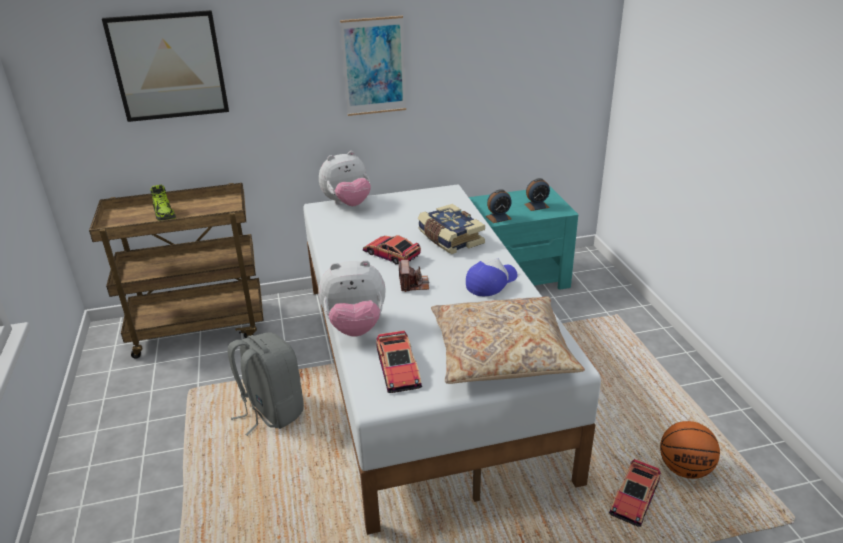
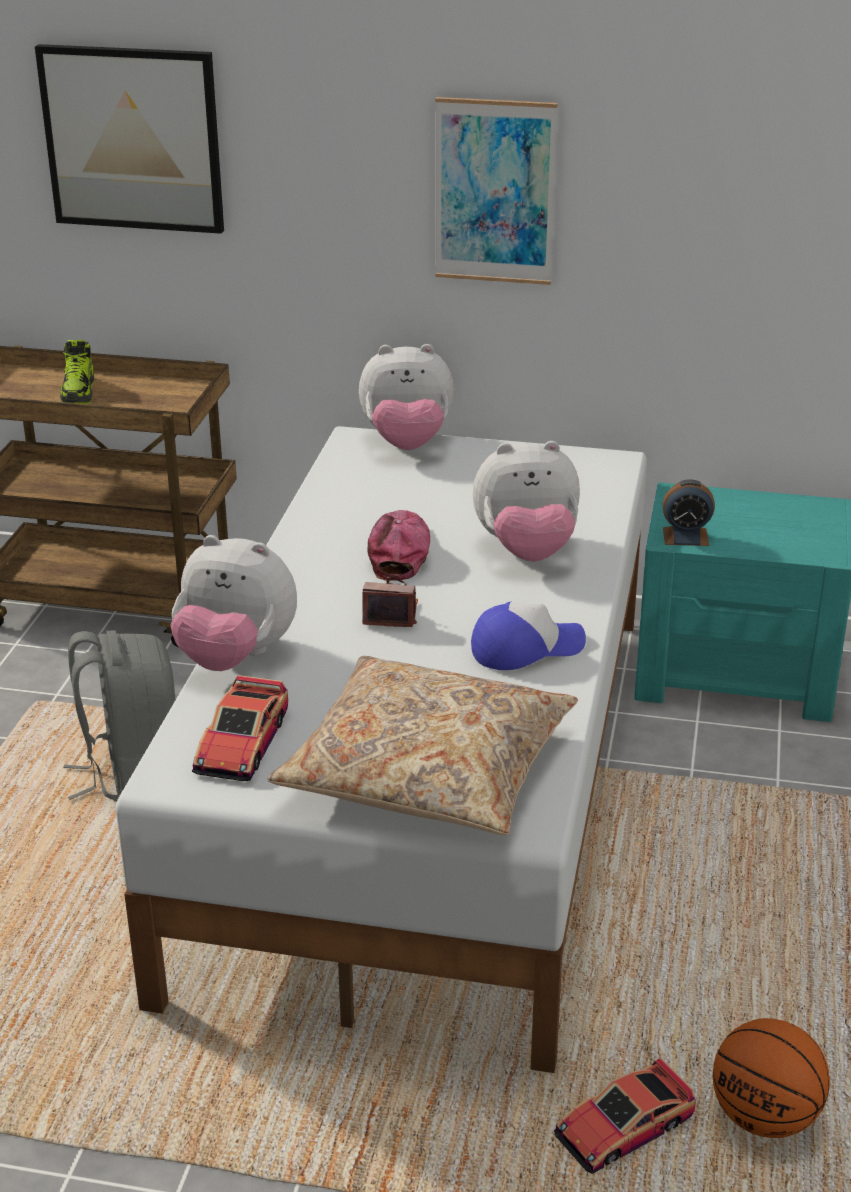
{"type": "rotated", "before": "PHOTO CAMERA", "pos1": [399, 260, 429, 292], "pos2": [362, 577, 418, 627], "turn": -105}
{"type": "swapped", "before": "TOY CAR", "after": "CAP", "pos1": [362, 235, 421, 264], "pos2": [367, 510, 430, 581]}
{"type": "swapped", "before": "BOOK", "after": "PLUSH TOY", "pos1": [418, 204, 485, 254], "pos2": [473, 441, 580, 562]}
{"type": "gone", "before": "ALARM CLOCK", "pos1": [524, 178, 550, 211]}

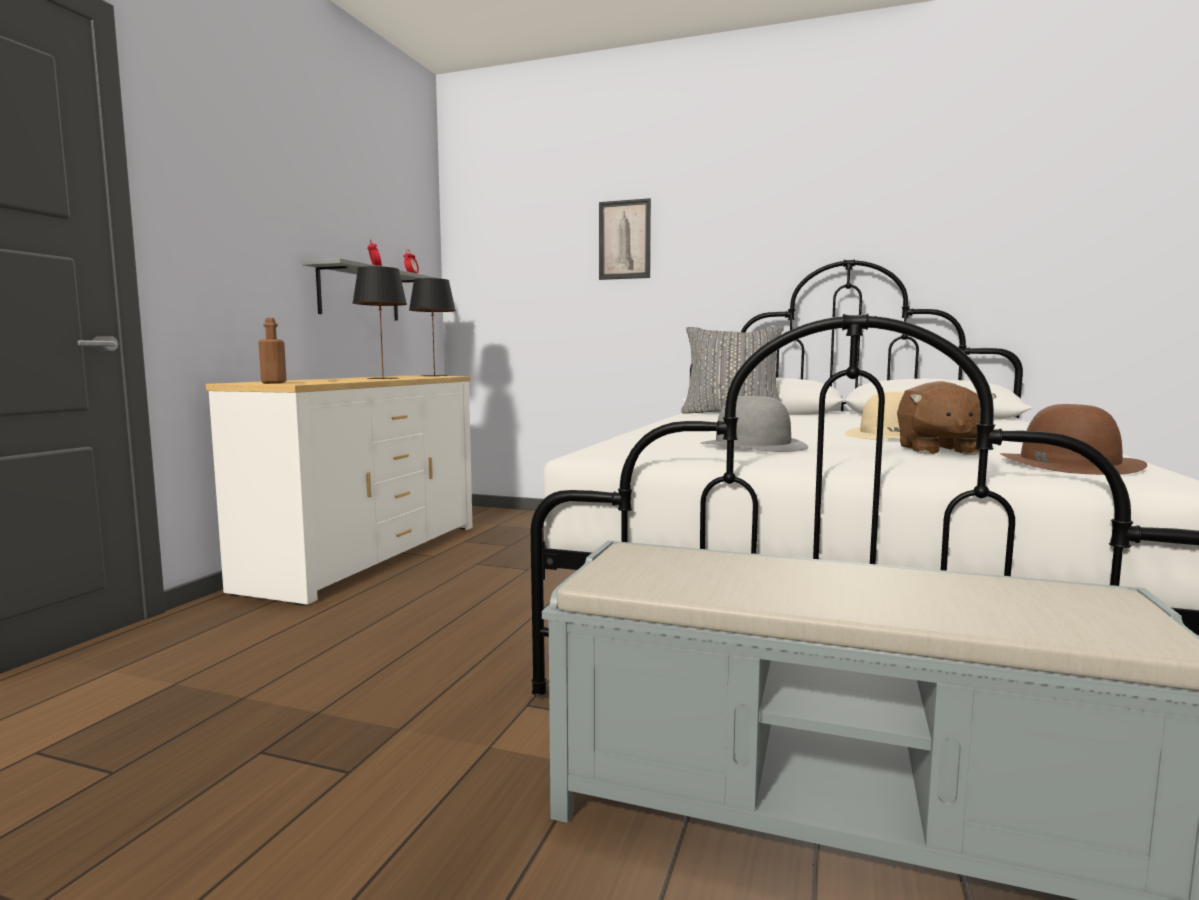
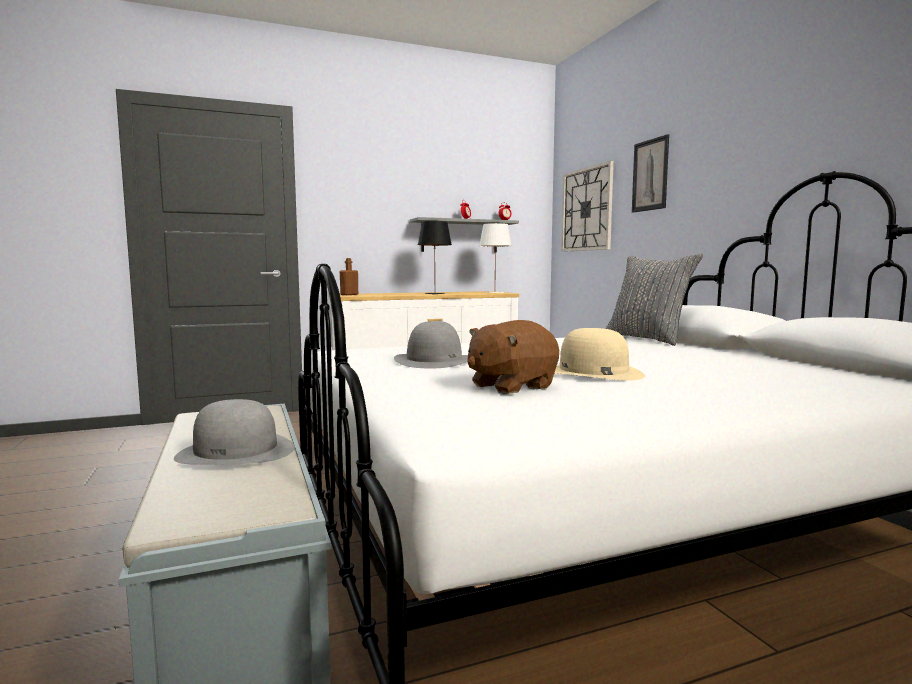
{"type": "new", "after": "GREY HAT", "pos2": [174, 399, 295, 465]}
{"type": "repainted", "before": "BLACK TABLE LAMP", "after": "WHITE TABLE LAMP", "pos1": [409, 278, 456, 377], "pos2": [479, 223, 512, 293]}
{"type": "new", "after": "WALL CLOCK", "pos2": [561, 161, 614, 252]}
{"type": "gone", "before": "BROWN HAT", "pos1": [1000, 404, 1147, 475]}

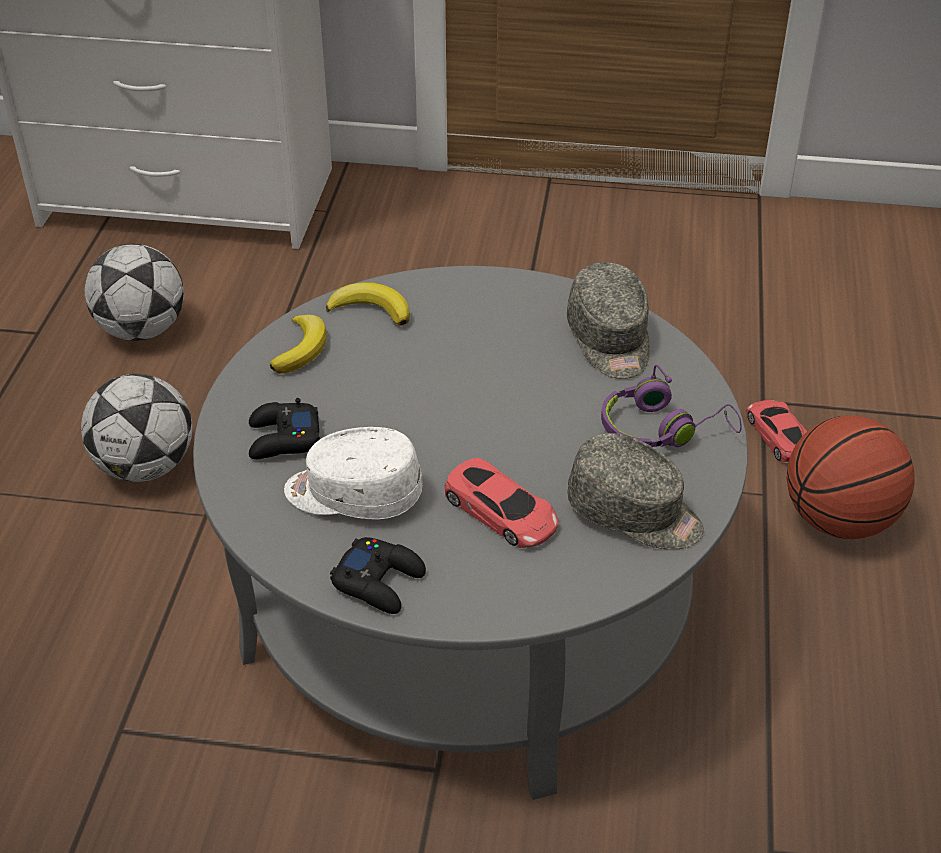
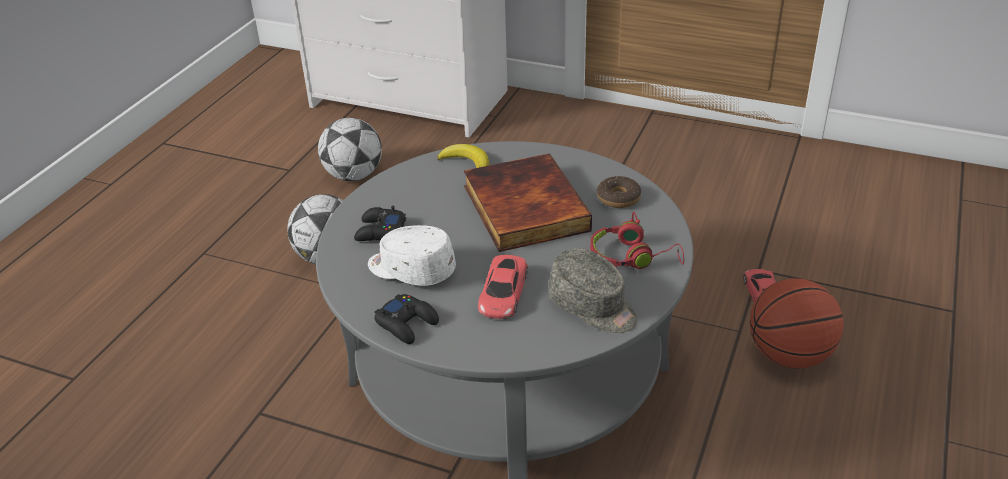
{"type": "new", "after": "BOOK", "pos2": [464, 153, 592, 252]}
{"type": "rotated", "before": "RED TOY CAR", "pos1": [445, 458, 559, 548], "pos2": [478, 255, 528, 319], "turn": 45}
{"type": "repainted", "before": "PURPLE HEADPHONES", "after": "RED HEADPHONES", "pos1": [601, 365, 742, 447], "pos2": [590, 212, 684, 269]}
{"type": "swapped", "before": "GREY CAP", "after": "DONUT", "pos1": [567, 262, 650, 379], "pos2": [597, 176, 641, 208]}
{"type": "gone", "before": "BANANA", "pos1": [270, 315, 327, 374]}

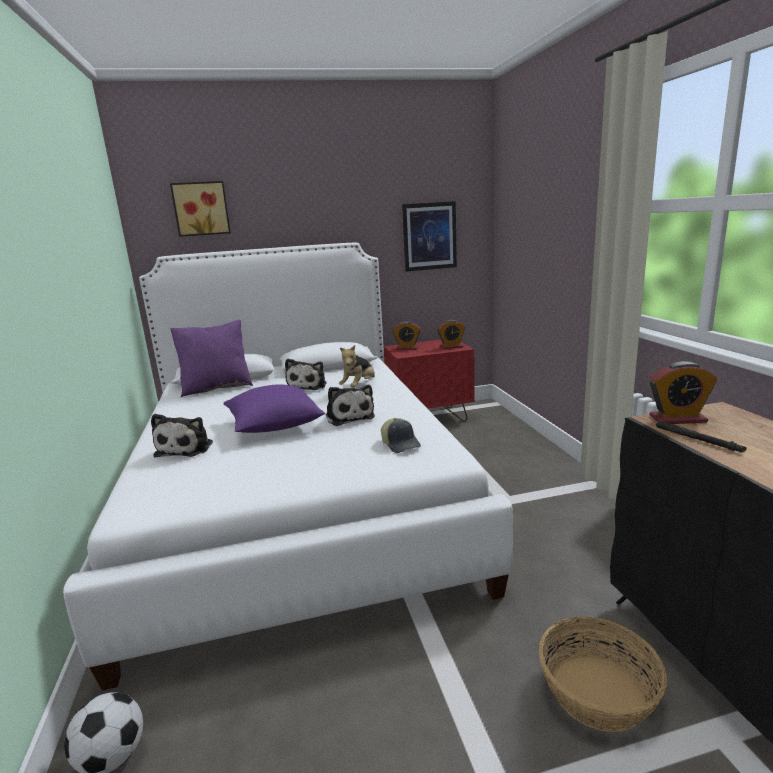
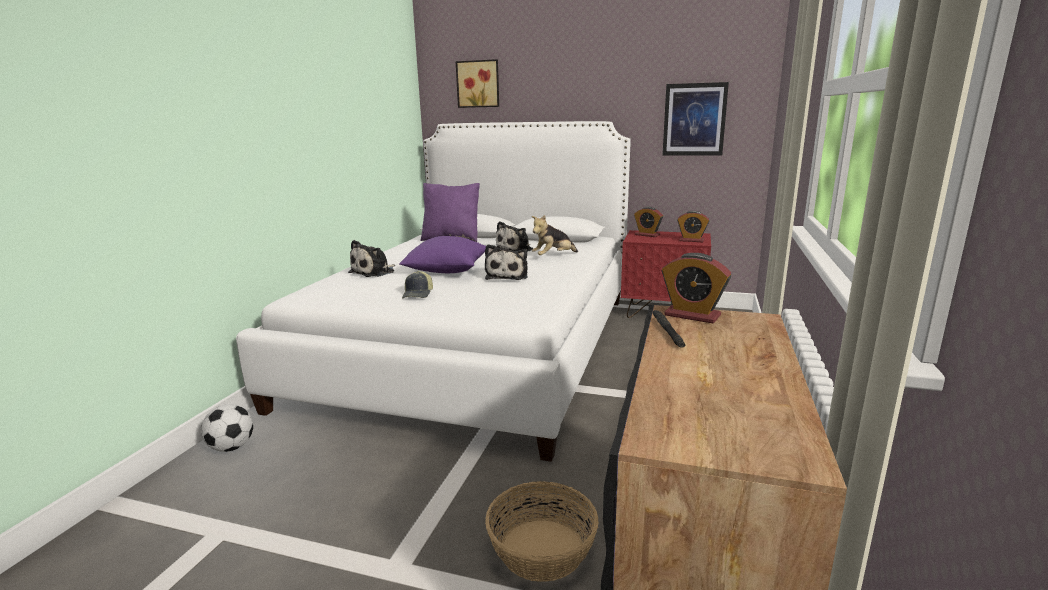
{"type": "shifted", "before": "CAP", "pos1": [381, 418, 421, 453], "pos2": [402, 271, 433, 298]}

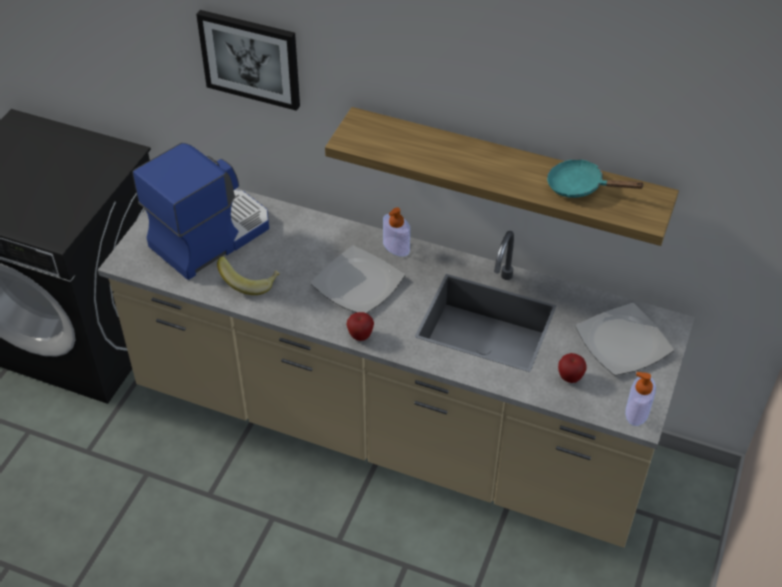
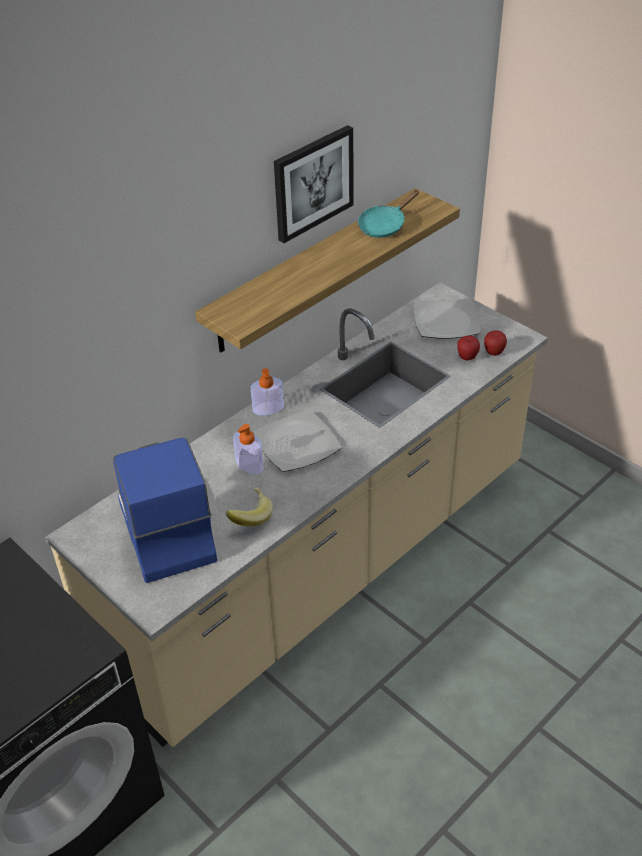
{"type": "shifted", "before": "SOAP DISPENSER", "pos1": [625, 372, 656, 426], "pos2": [233, 424, 263, 474]}
{"type": "shifted", "before": "PICTURE", "pos1": [196, 10, 300, 111], "pos2": [274, 125, 354, 243]}
{"type": "shifted", "before": "APPLE", "pos1": [347, 312, 374, 341], "pos2": [484, 330, 507, 356]}

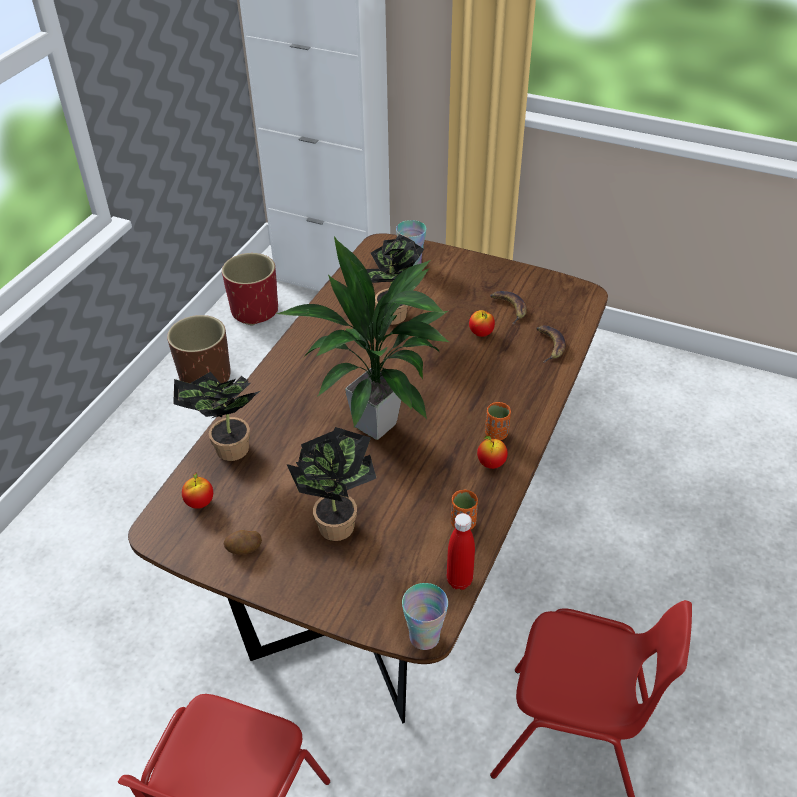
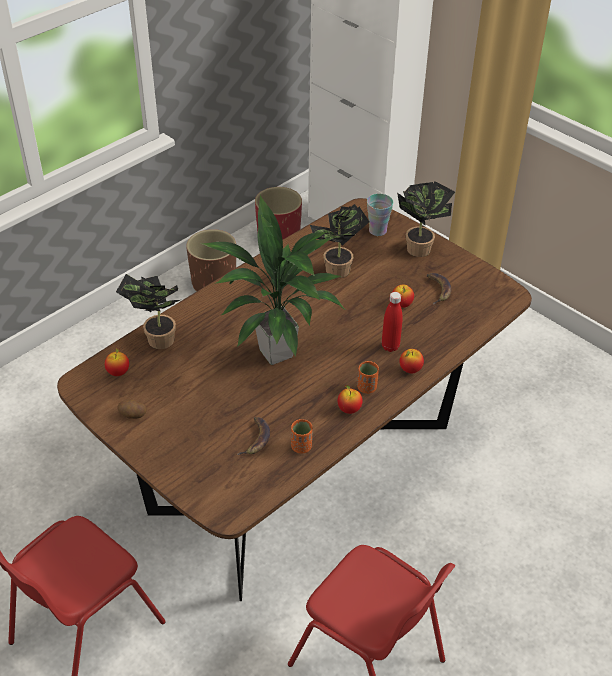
{"type": "shifted", "before": "BANANA", "pos1": [536, 326, 566, 363], "pos2": [237, 417, 270, 455]}
{"type": "shifted", "before": "RED BOTTLE", "pos1": [447, 513, 475, 590], "pos2": [382, 292, 403, 352]}
{"type": "shifted", "before": "POTTED PLANT", "pos1": [287, 427, 376, 541], "pos2": [397, 181, 455, 257]}
{"type": "new", "after": "APPLE", "pos2": [399, 349, 424, 374]}
{"type": "gone", "before": "CUP", "pos1": [402, 583, 448, 650]}

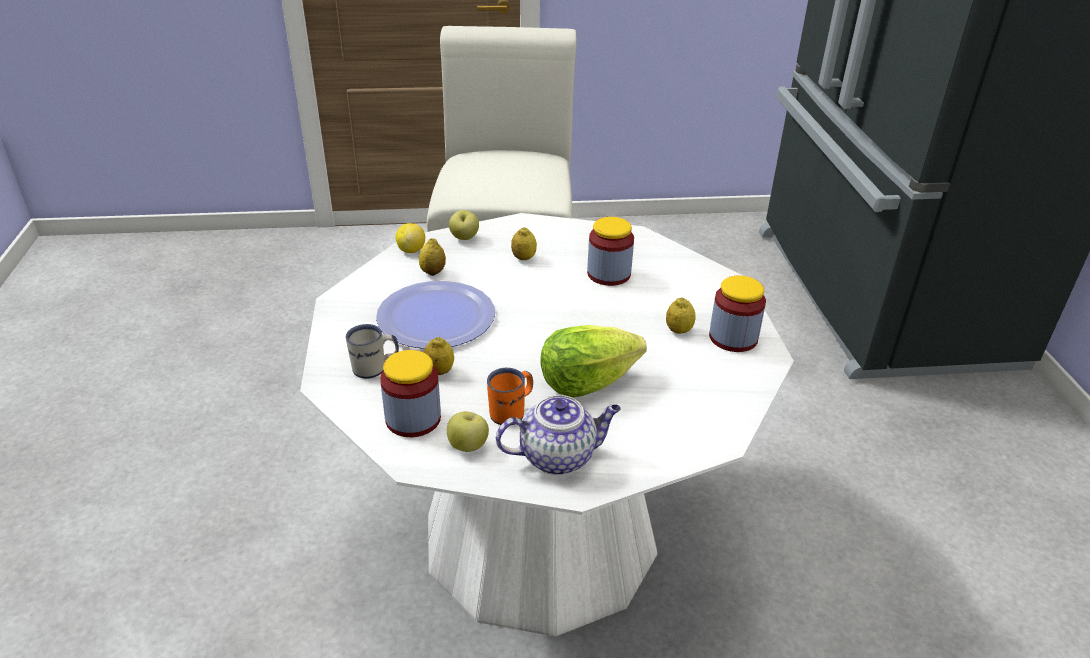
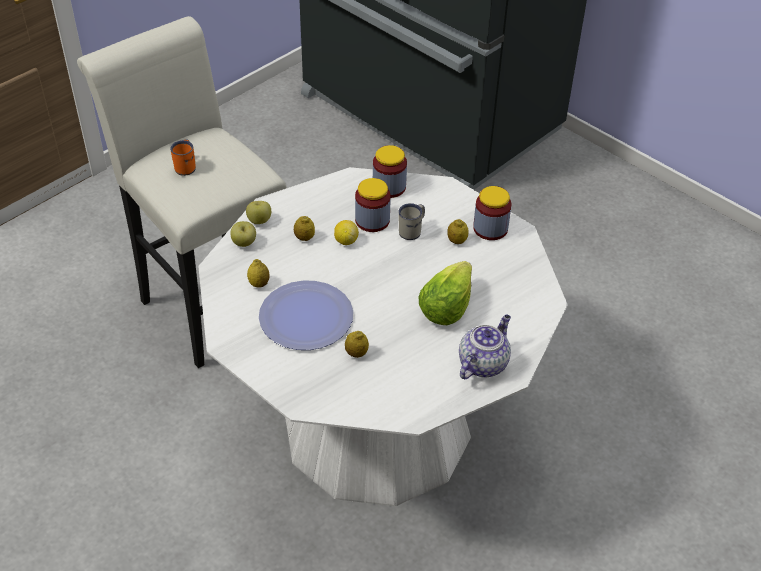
{"type": "shifted", "before": "ORANGE MUG", "pos1": [487, 368, 533, 425], "pos2": [170, 140, 196, 176]}
{"type": "shifted", "before": "APPLE", "pos1": [447, 411, 489, 452], "pos2": [246, 201, 271, 224]}
{"type": "shifted", "before": "LEMON", "pos1": [395, 223, 425, 253], "pos2": [334, 220, 359, 245]}
{"type": "shifted", "before": "JAR", "pos1": [380, 350, 441, 437], "pos2": [373, 145, 407, 198]}
{"type": "shifted", "before": "WHITE MUG", "pos1": [346, 324, 399, 379], "pos2": [398, 203, 425, 240]}

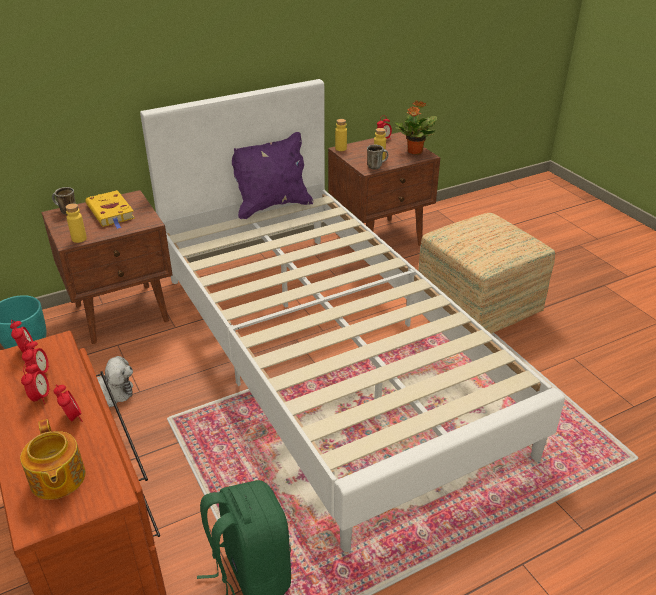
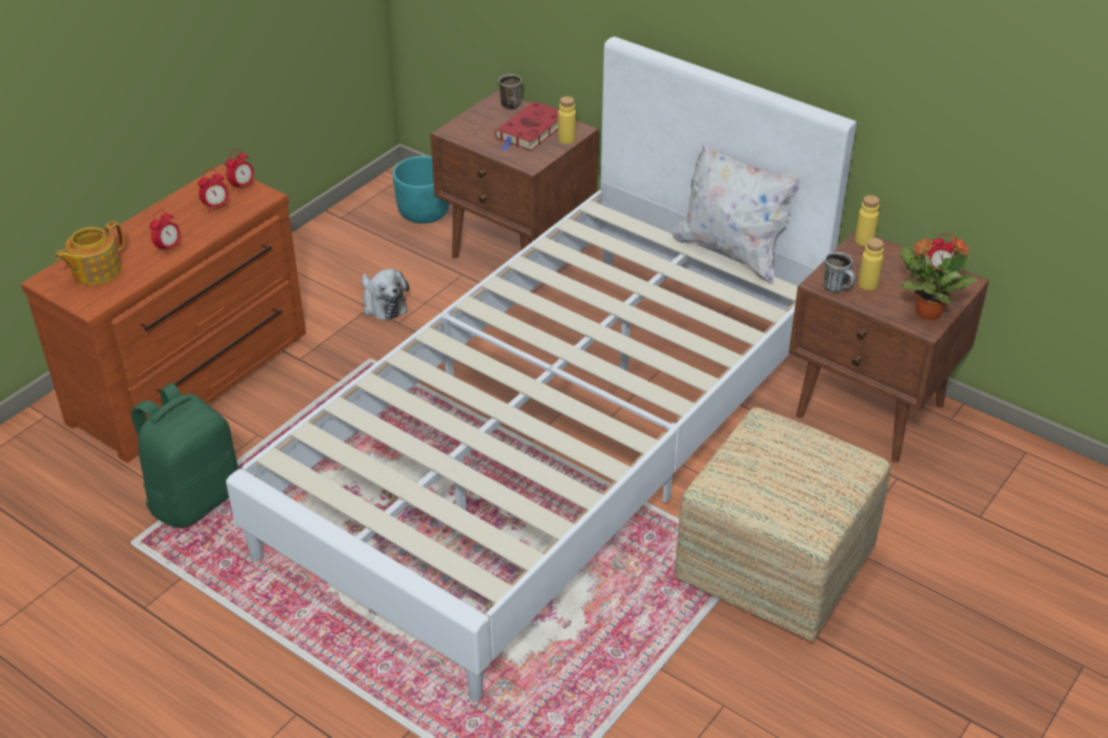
{"type": "repainted", "before": "YELLOW BOOK", "after": "RED BOOK", "pos1": [86, 190, 135, 229], "pos2": [495, 101, 559, 151]}
{"type": "shifted", "before": "YELLOW BOTTLE", "pos1": [65, 203, 87, 243], "pos2": [558, 96, 576, 144]}
{"type": "repainted", "before": "PURPLE PILLOW", "after": "WHITE PILLOW", "pos1": [232, 132, 313, 219], "pos2": [672, 145, 799, 285]}
{"type": "gone", "before": "ALARM CLOCK", "pos1": [21, 363, 50, 404]}

